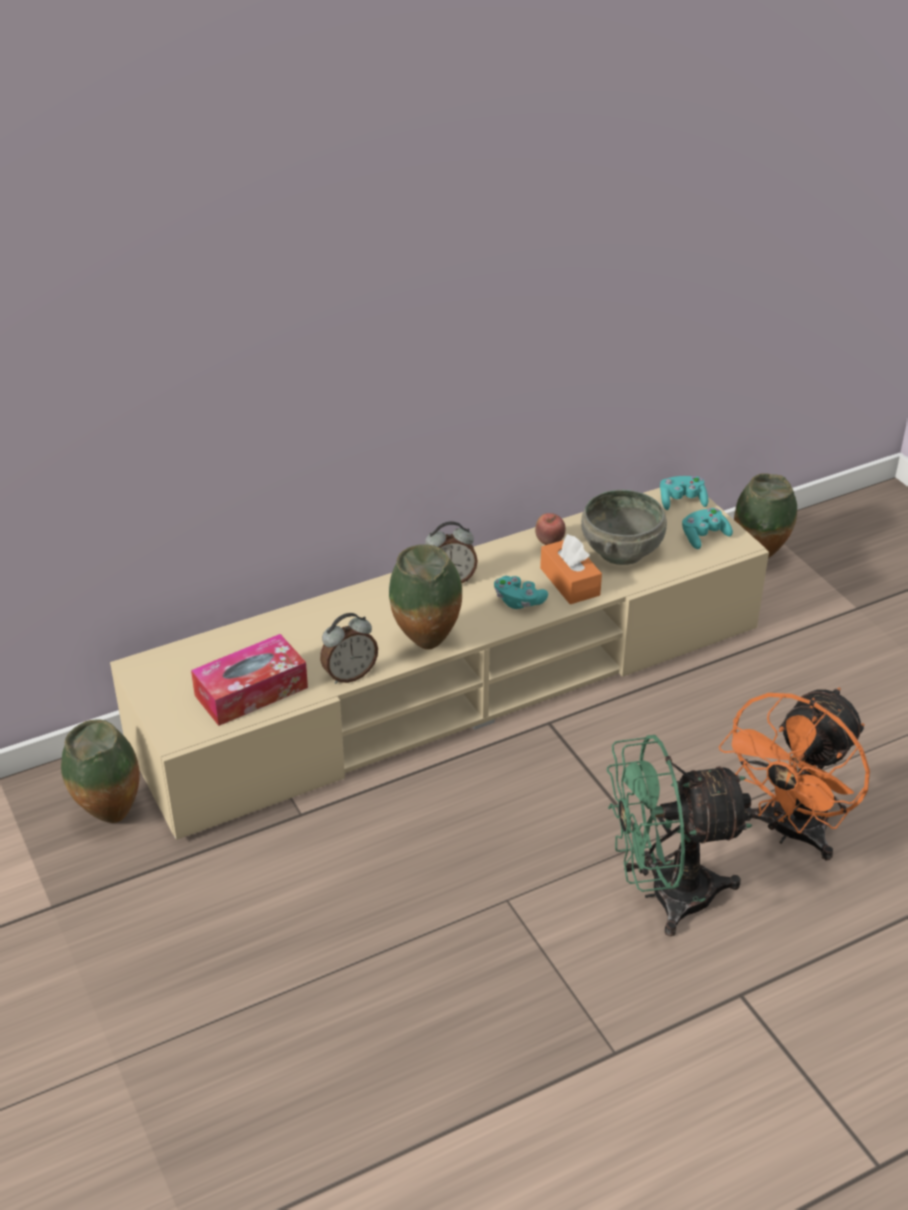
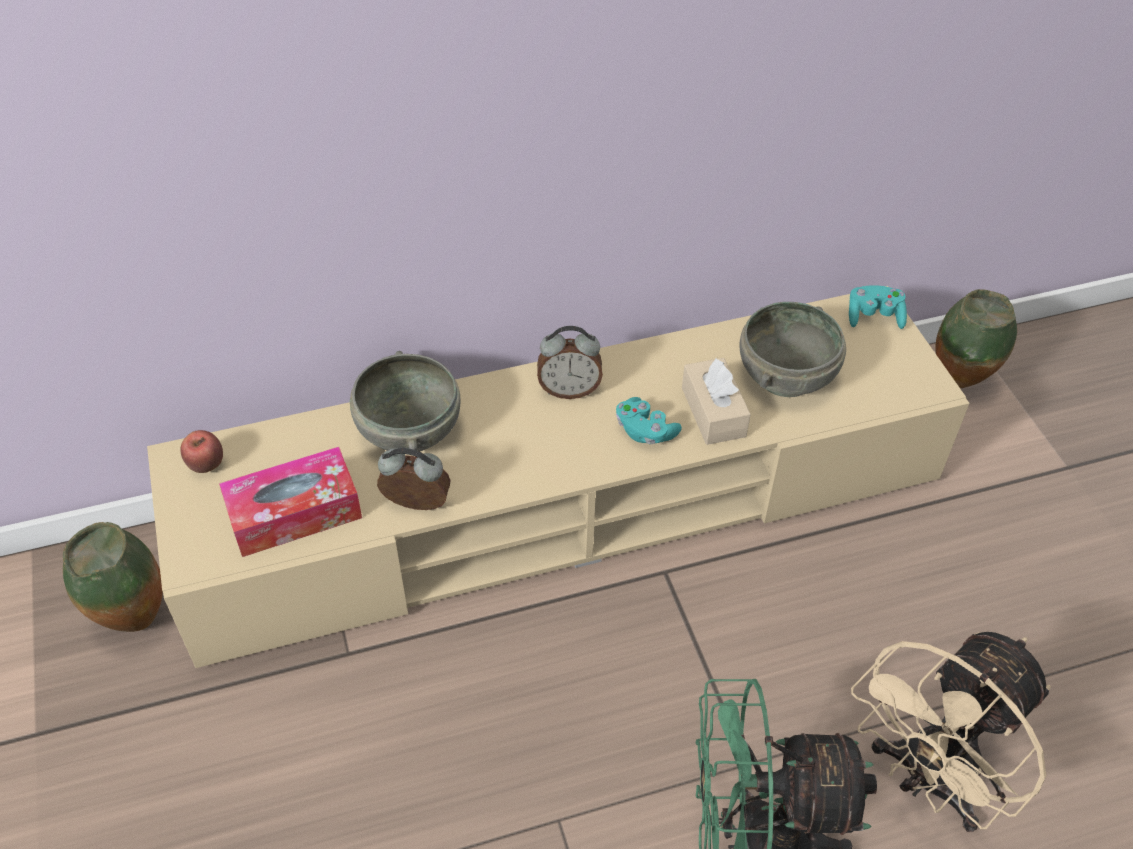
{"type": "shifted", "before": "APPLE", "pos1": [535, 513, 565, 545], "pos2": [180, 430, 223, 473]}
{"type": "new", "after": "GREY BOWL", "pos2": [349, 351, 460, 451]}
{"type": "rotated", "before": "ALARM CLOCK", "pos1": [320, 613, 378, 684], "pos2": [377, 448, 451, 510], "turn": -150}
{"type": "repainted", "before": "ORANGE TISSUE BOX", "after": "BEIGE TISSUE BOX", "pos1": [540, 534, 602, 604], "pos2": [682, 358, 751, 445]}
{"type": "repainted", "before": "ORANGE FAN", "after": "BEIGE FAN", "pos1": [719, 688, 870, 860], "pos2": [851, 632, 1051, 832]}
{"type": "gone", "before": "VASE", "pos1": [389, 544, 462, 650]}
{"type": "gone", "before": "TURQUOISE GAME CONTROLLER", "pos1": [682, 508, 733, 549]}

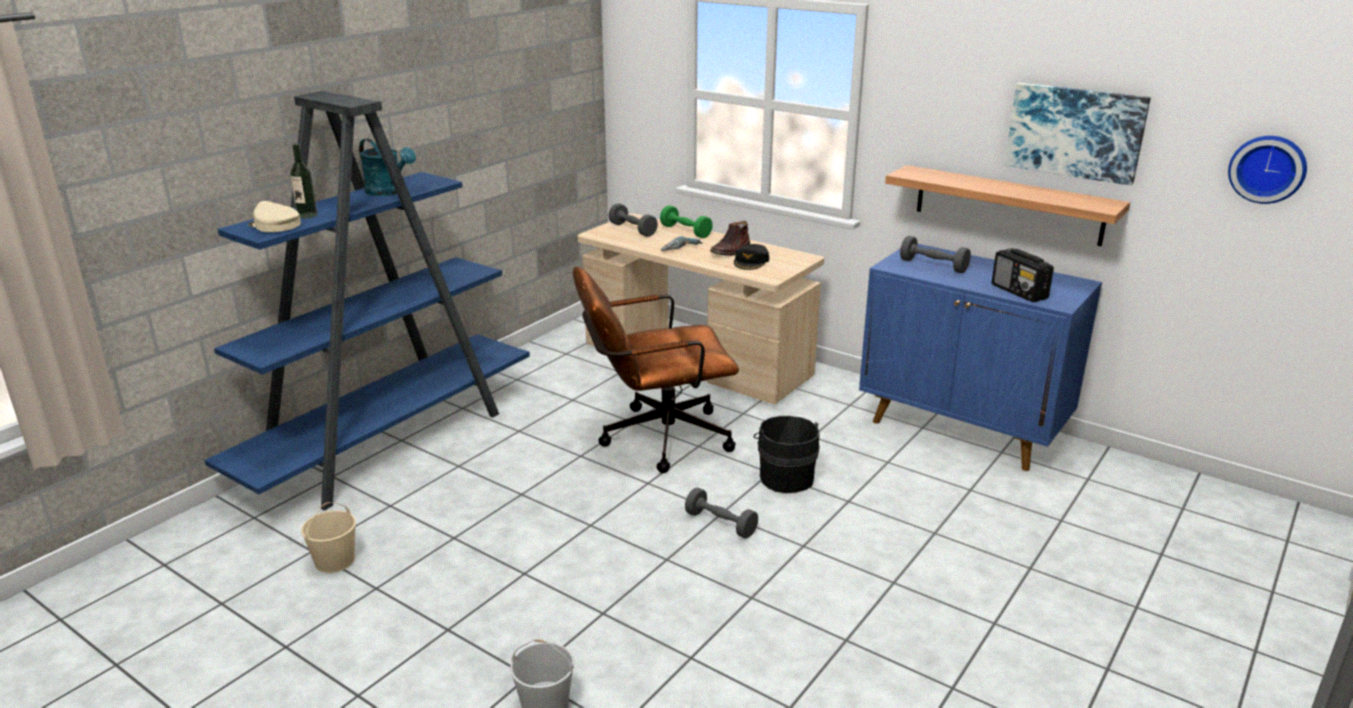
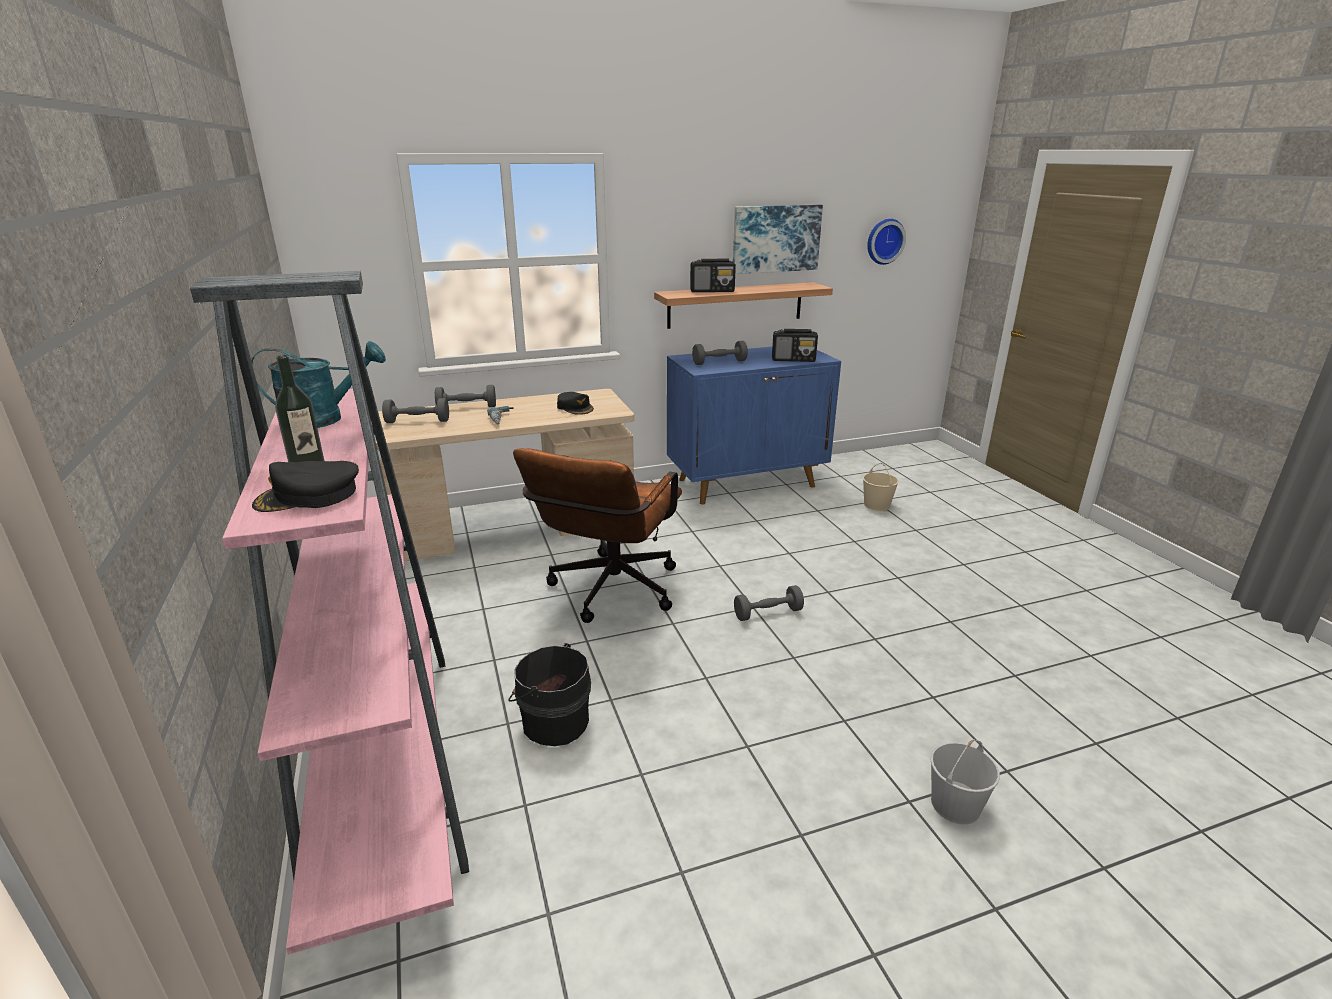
{"type": "repainted", "before": "BLUE BOOKCASE", "after": "PINK BOOKCASE", "pos1": [204, 91, 530, 510], "pos2": [190, 271, 469, 955]}
{"type": "repainted", "before": "BEIGE CAP", "after": "BLACK CAP", "pos1": [248, 201, 301, 232], "pos2": [252, 461, 359, 512]}
{"type": "repainted", "before": "GREEN DUMBBELL", "after": "GREY DUMBBELL", "pos1": [660, 205, 713, 238], "pos2": [435, 385, 496, 407]}
{"type": "shifted", "before": "BLACK BUCKET", "pos1": [753, 416, 820, 493], "pos2": [509, 643, 591, 746]}
{"type": "new", "after": "RADIO", "pos2": [690, 258, 736, 292]}
{"type": "shifted", "before": "BEIGE BUCKET", "pos1": [301, 502, 356, 573], "pos2": [863, 463, 899, 511]}
{"type": "gone", "before": "BROWN BOOT", "pos1": [710, 221, 750, 256]}

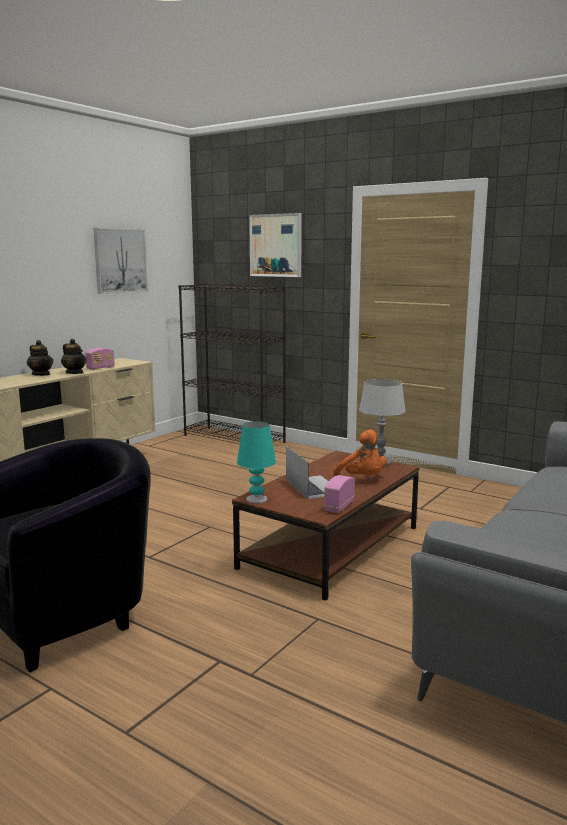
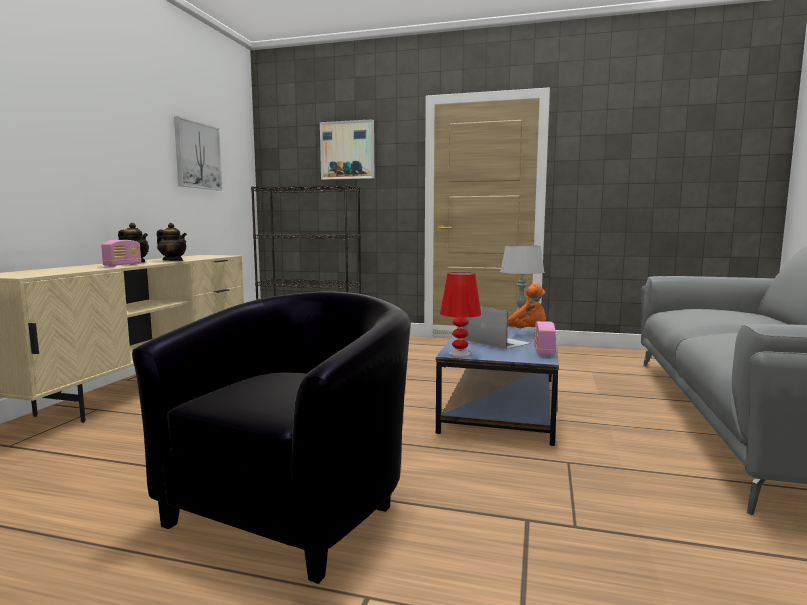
{"type": "shifted", "before": "RADIO", "pos1": [85, 348, 115, 370], "pos2": [101, 240, 141, 267]}
{"type": "repainted", "before": "BROWN COFFEE TABLE", "after": "BLUE COFFEE TABLE", "pos1": [232, 451, 420, 601], "pos2": [436, 323, 559, 446]}
{"type": "repainted", "before": "TURQUOISE TABLE LAMP", "after": "RED TABLE LAMP", "pos1": [237, 421, 276, 504], "pos2": [440, 272, 481, 357]}

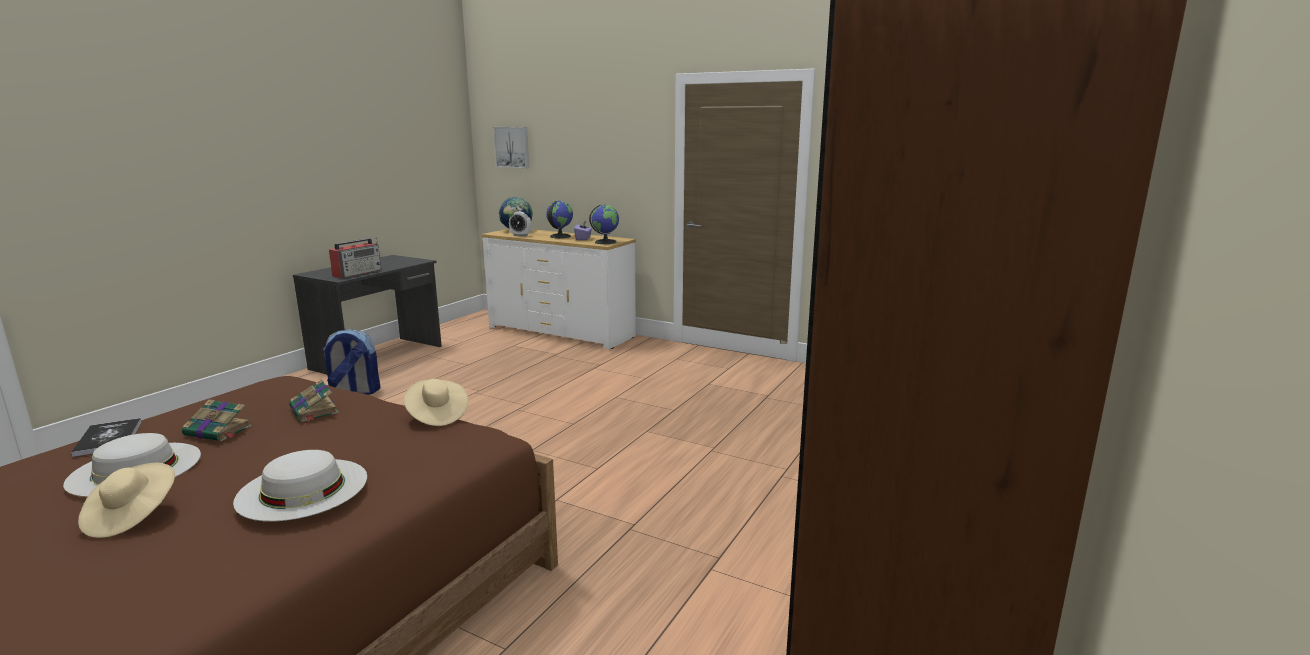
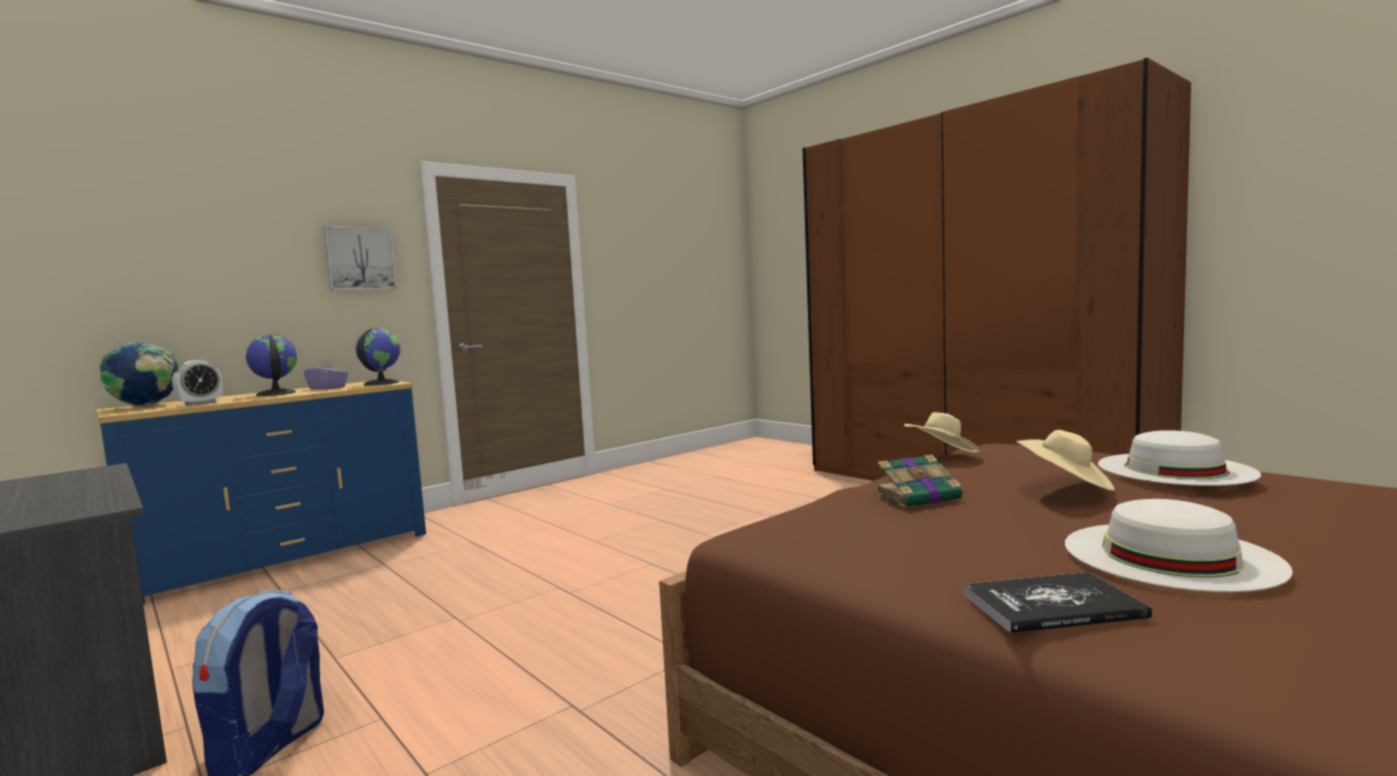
{"type": "repainted", "before": "WHITE DRESSER", "after": "BLUE DRESSER", "pos1": [482, 229, 636, 349], "pos2": [96, 381, 426, 605]}
{"type": "shifted", "before": "PICTURE", "pos1": [493, 127, 529, 168], "pos2": [323, 226, 397, 291]}
{"type": "shifted", "before": "BEIGE HAT", "pos1": [78, 463, 175, 538], "pos2": [1017, 430, 1115, 491]}
{"type": "gone", "before": "BOOK", "pos1": [182, 399, 252, 442]}
{"type": "gone", "before": "RADIO", "pos1": [329, 237, 381, 278]}

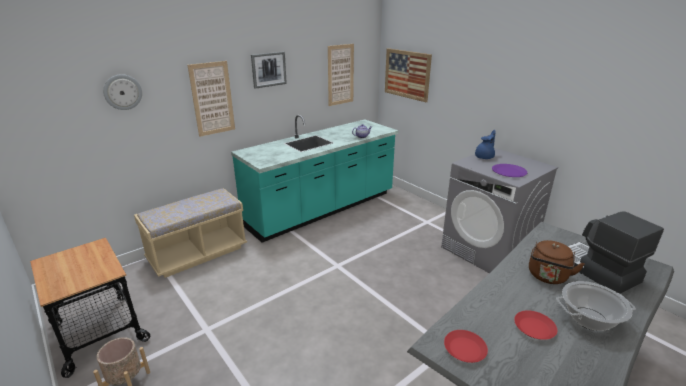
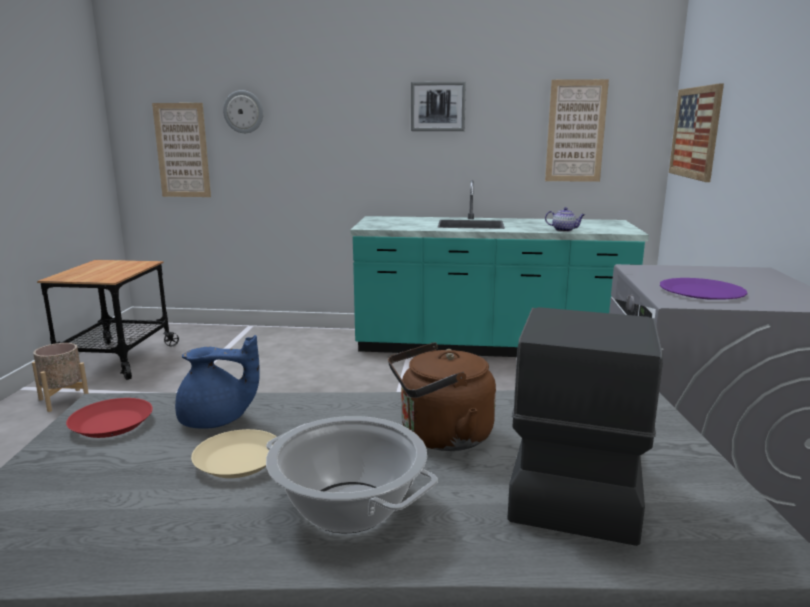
{"type": "shifted", "before": "PICTURE", "pos1": [188, 61, 235, 137], "pos2": [152, 103, 211, 197]}
{"type": "shifted", "before": "BLUE TEAPOT", "pos1": [475, 130, 496, 159], "pos2": [175, 335, 260, 429]}
{"type": "repainted", "before": "RED PLATE", "after": "BEIGE PLATE", "pos1": [514, 310, 557, 340], "pos2": [191, 429, 277, 478]}
{"type": "gone", "before": "BEIGE BENCH", "pos1": [134, 188, 247, 278]}

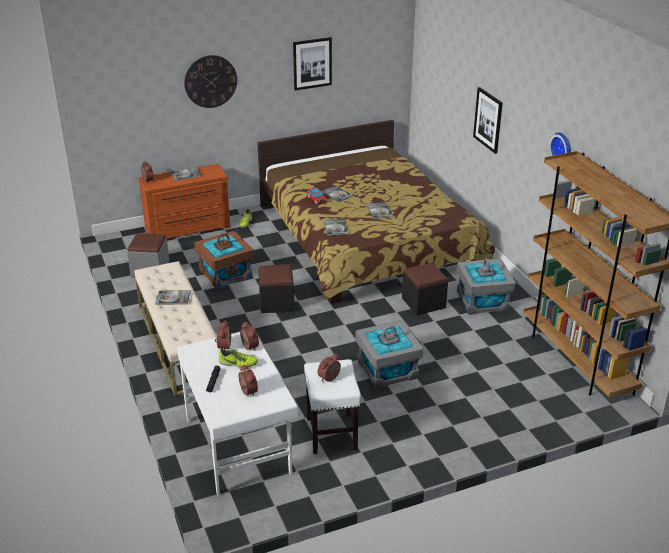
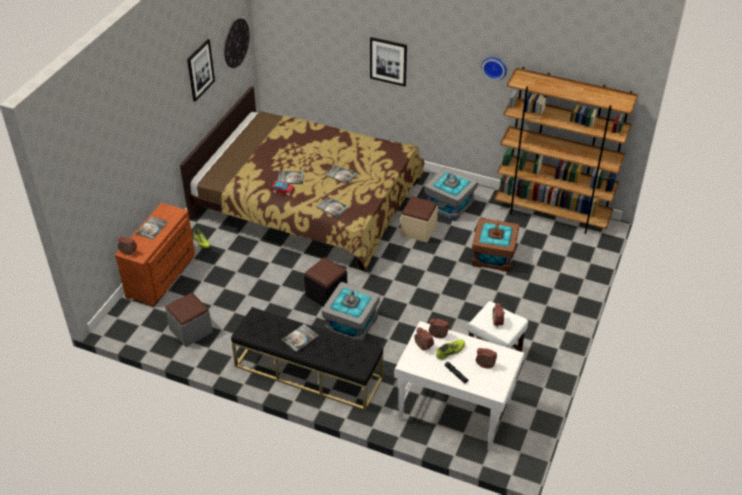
{"type": "shifted", "before": "WALL CLOCK", "pos1": [184, 55, 237, 108], "pos2": [224, 18, 250, 68]}
{"type": "repainted", "before": "BEIGE BENCH", "after": "BLACK BENCH", "pos1": [135, 261, 217, 396], "pos2": [231, 307, 383, 411]}
{"type": "shifted", "before": "GREY STORAGE BOX", "pos1": [355, 320, 423, 389], "pos2": [322, 282, 380, 342]}
{"type": "repainted", "before": "BLACK OTTOMAN", "after": "BEIGE OTTOMAN", "pos1": [402, 263, 448, 315], "pos2": [400, 196, 438, 243]}
{"type": "shifted", "before": "BROWN STORAGE BOX", "pos1": [194, 231, 254, 289], "pos2": [472, 218, 519, 272]}

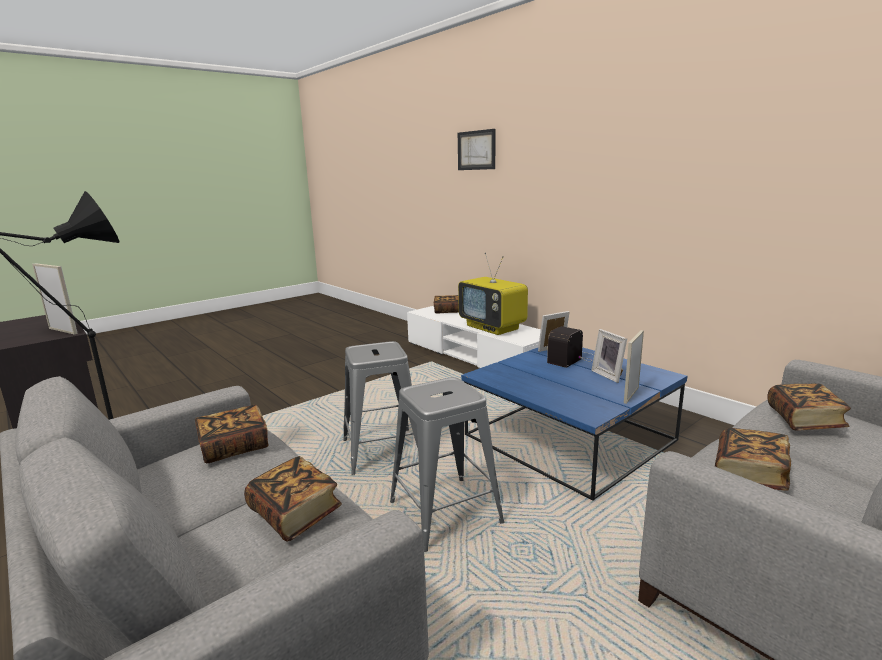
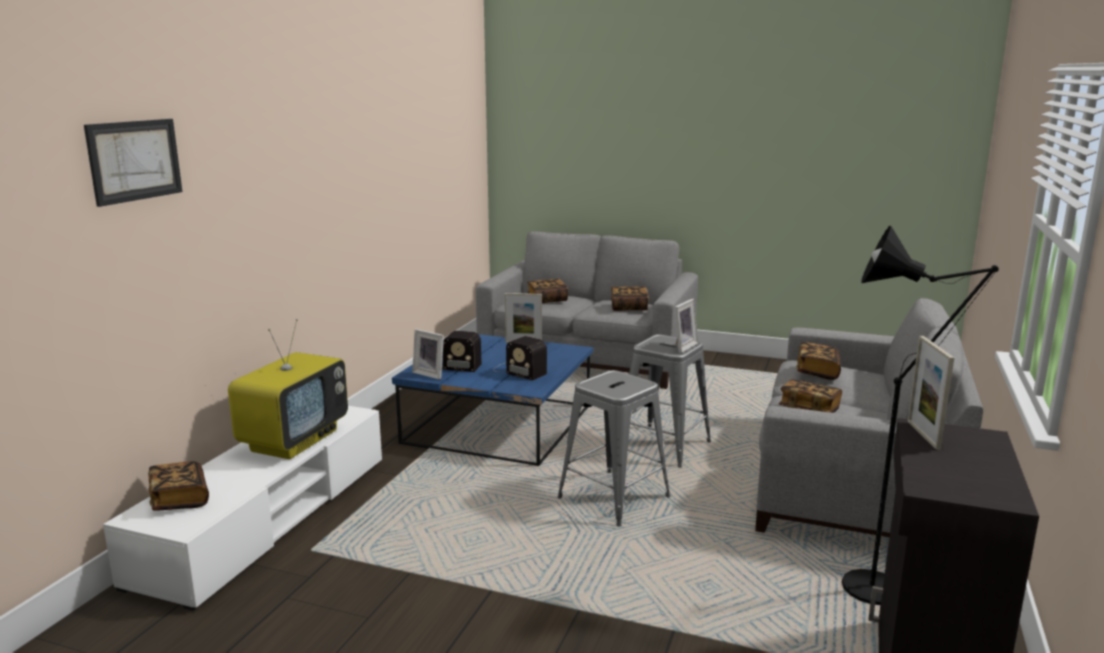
{"type": "new", "after": "RADIO", "pos2": [494, 336, 547, 381]}
{"type": "shifted", "before": "PICTURE FRAME", "pos1": [591, 329, 627, 383], "pos2": [674, 299, 698, 353]}

